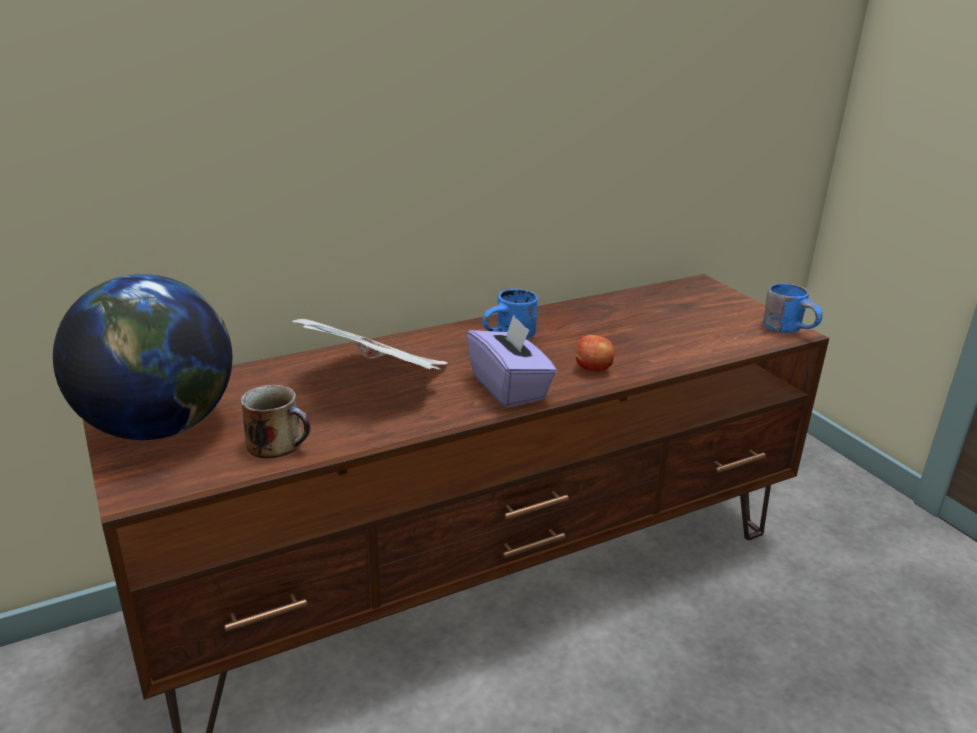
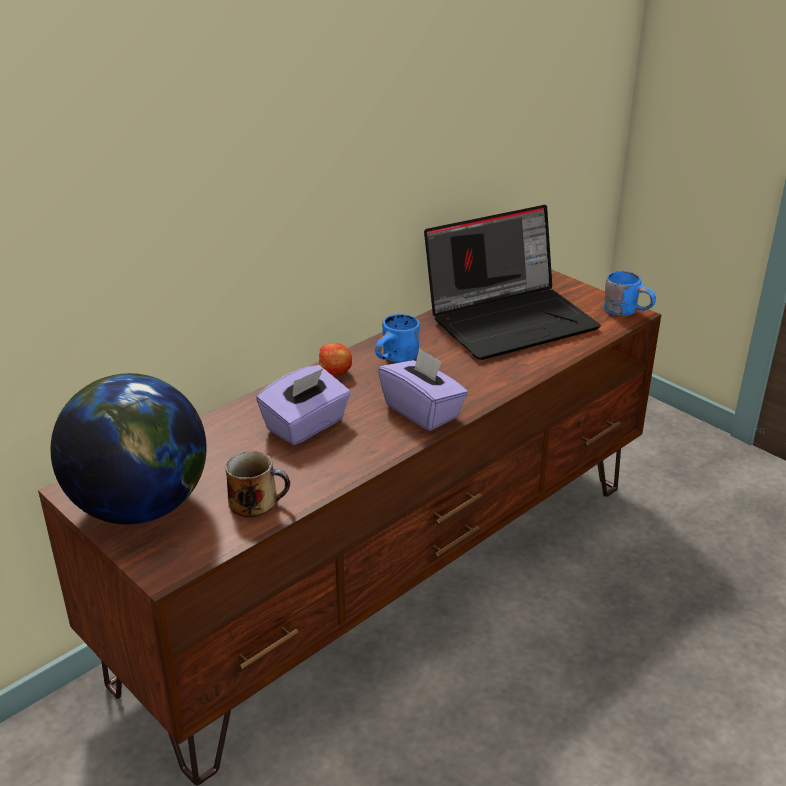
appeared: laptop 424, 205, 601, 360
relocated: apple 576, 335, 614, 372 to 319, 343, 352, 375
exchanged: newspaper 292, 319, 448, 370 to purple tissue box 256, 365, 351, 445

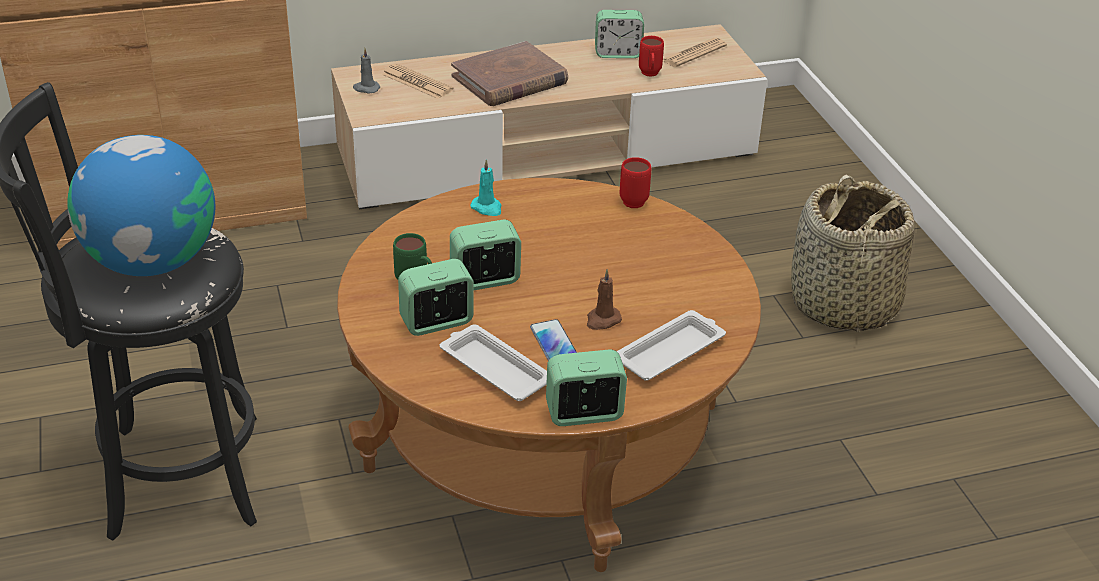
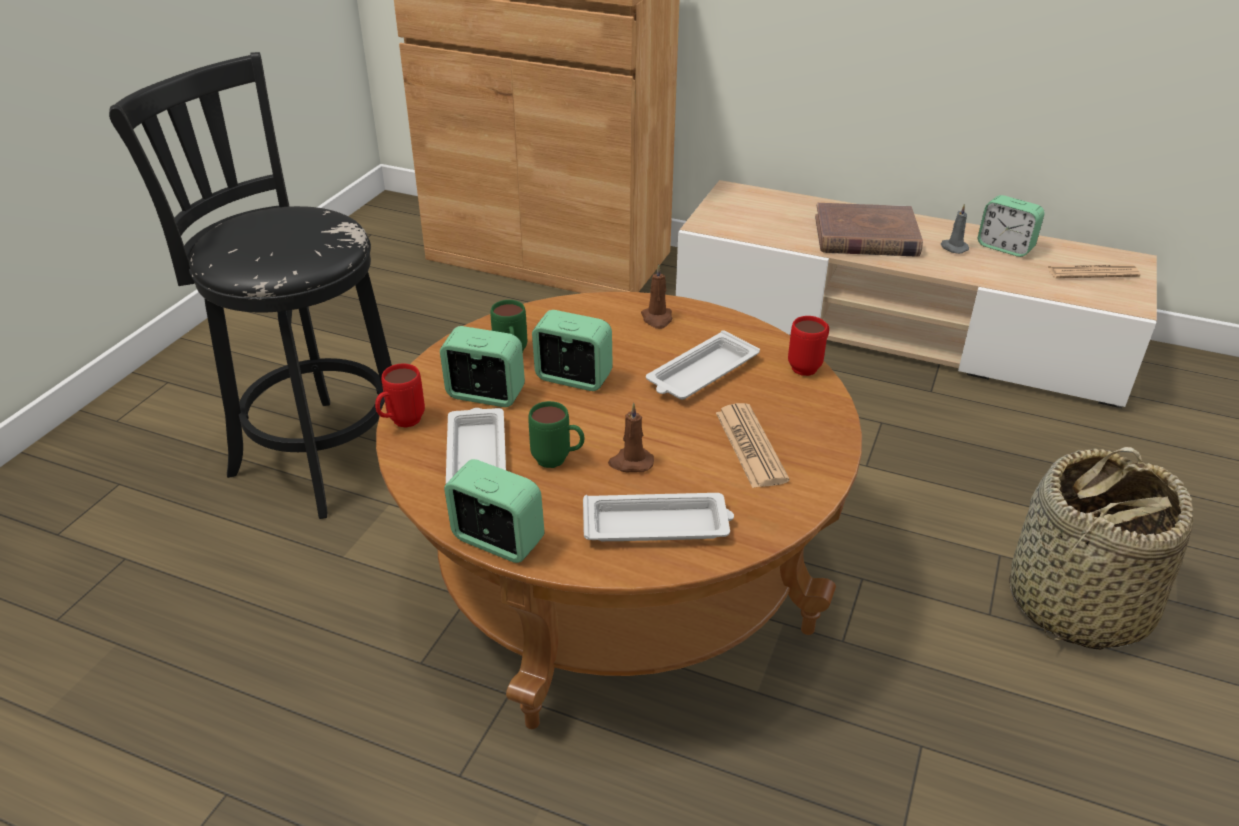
missing: globe 67, 135, 215, 276
appeared: white tray 646, 330, 760, 400
relocated: red mug 639, 36, 664, 77 to 375, 364, 425, 428; newspaper 382, 64, 453, 99 to 716, 403, 789, 488; grey candle 353, 48, 380, 94 to 941, 204, 969, 254
exchanged: phone 530, 319, 577, 361 to green mug 528, 401, 584, 468
colour: turquoise candle 470, 159, 501, 216 to brown candle 641, 264, 672, 329

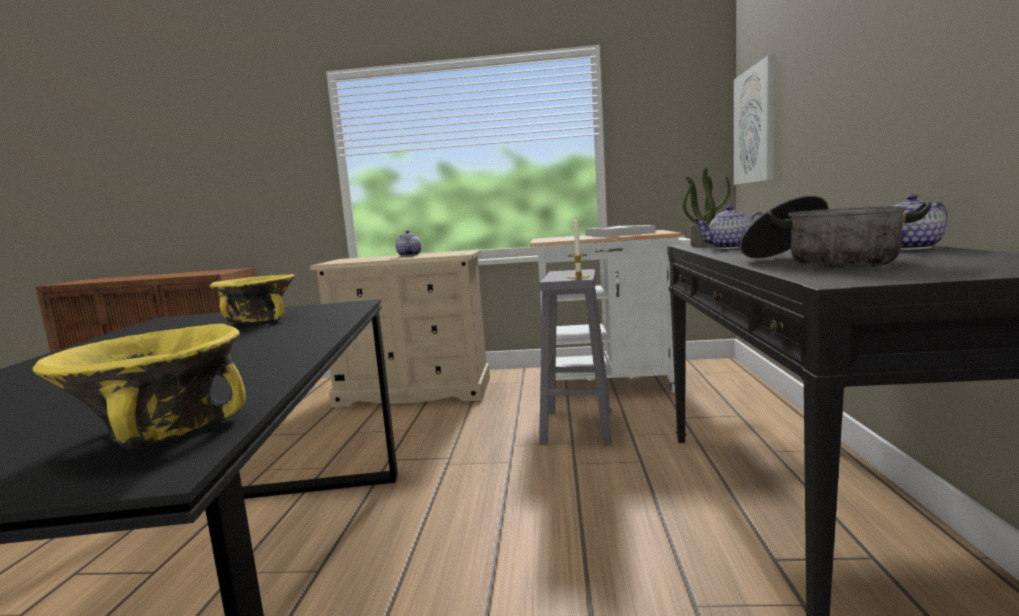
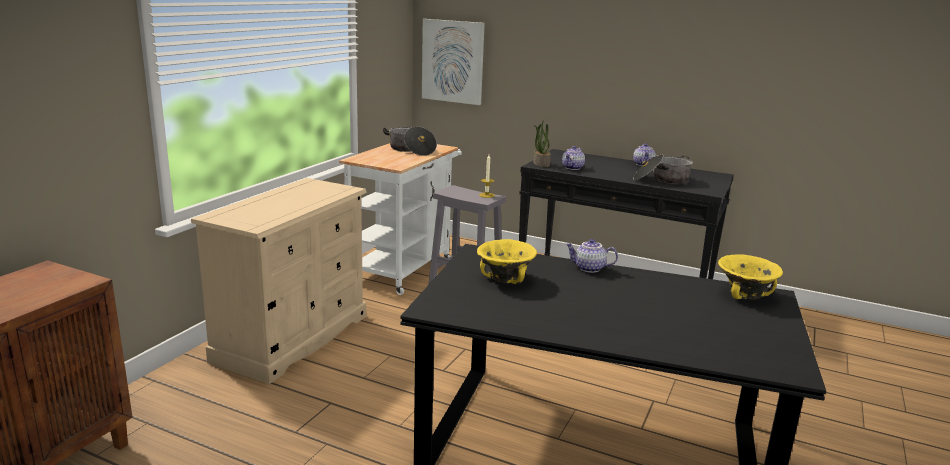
relocated: teapot 396, 230, 422, 256 to 566, 239, 618, 273
exchanged: white tray 586, 225, 655, 237 to cooking pot 383, 126, 437, 156

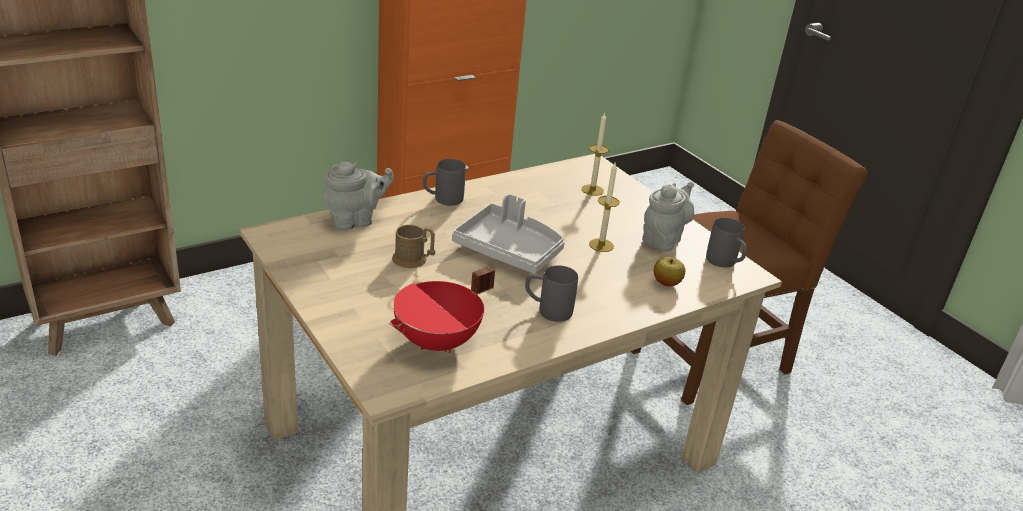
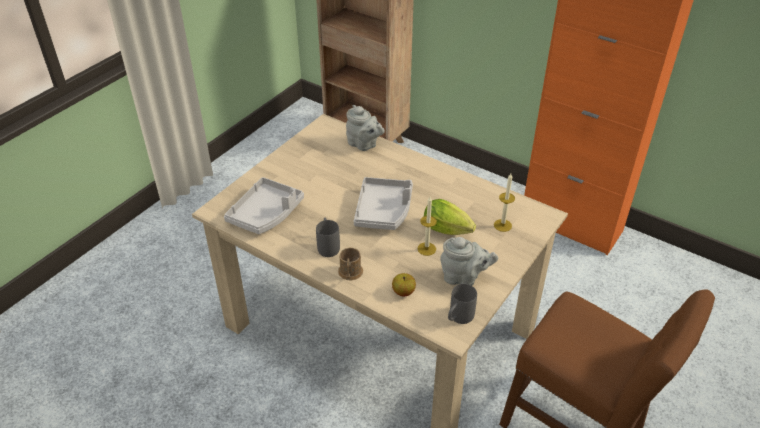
missing: grey mug 423, 159, 466, 206
appeared: lettuce 424, 199, 476, 235
relocated: brown mug 392, 225, 435, 268 to 338, 248, 363, 280
exchanged: red cooking pot 389, 266, 495, 354 to grey tray 224, 177, 304, 234

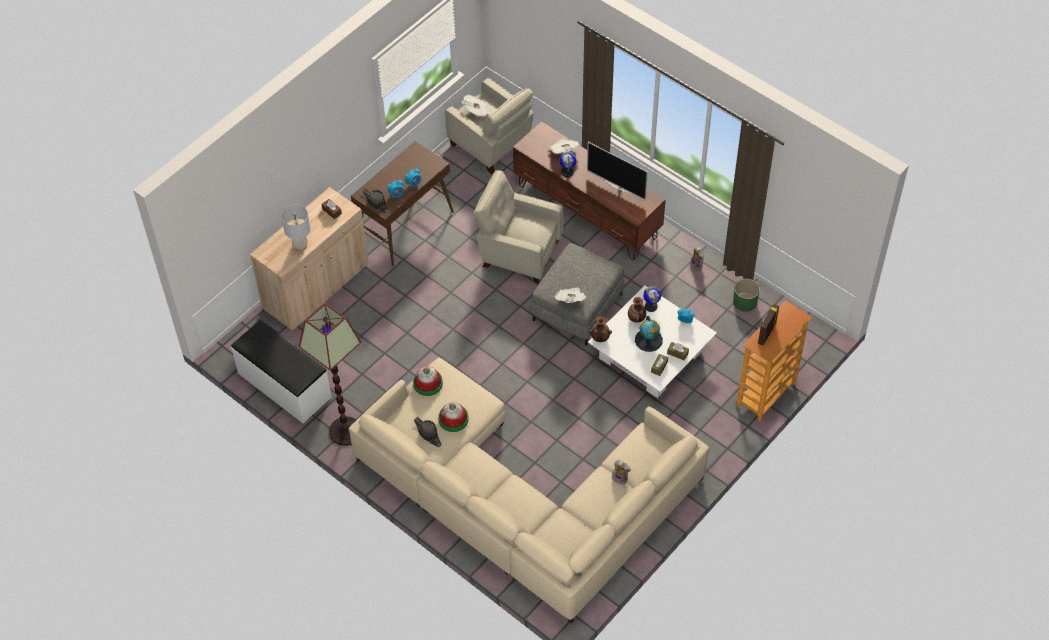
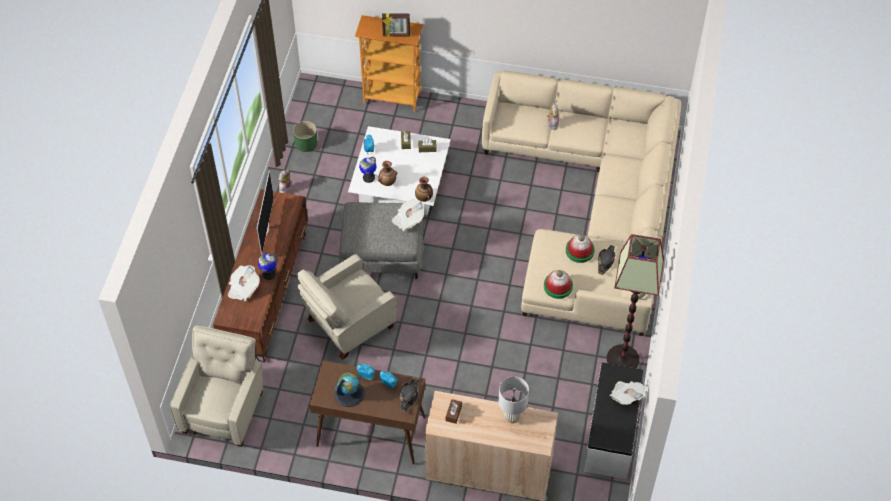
relocated: globe 635, 316, 663, 352 to 335, 373, 365, 407; newspaper 462, 95, 493, 117 to 609, 381, 646, 405
spun: beige armchair 474, 170, 563, 283 = 296, 254, 397, 360 60 degrees clockwise

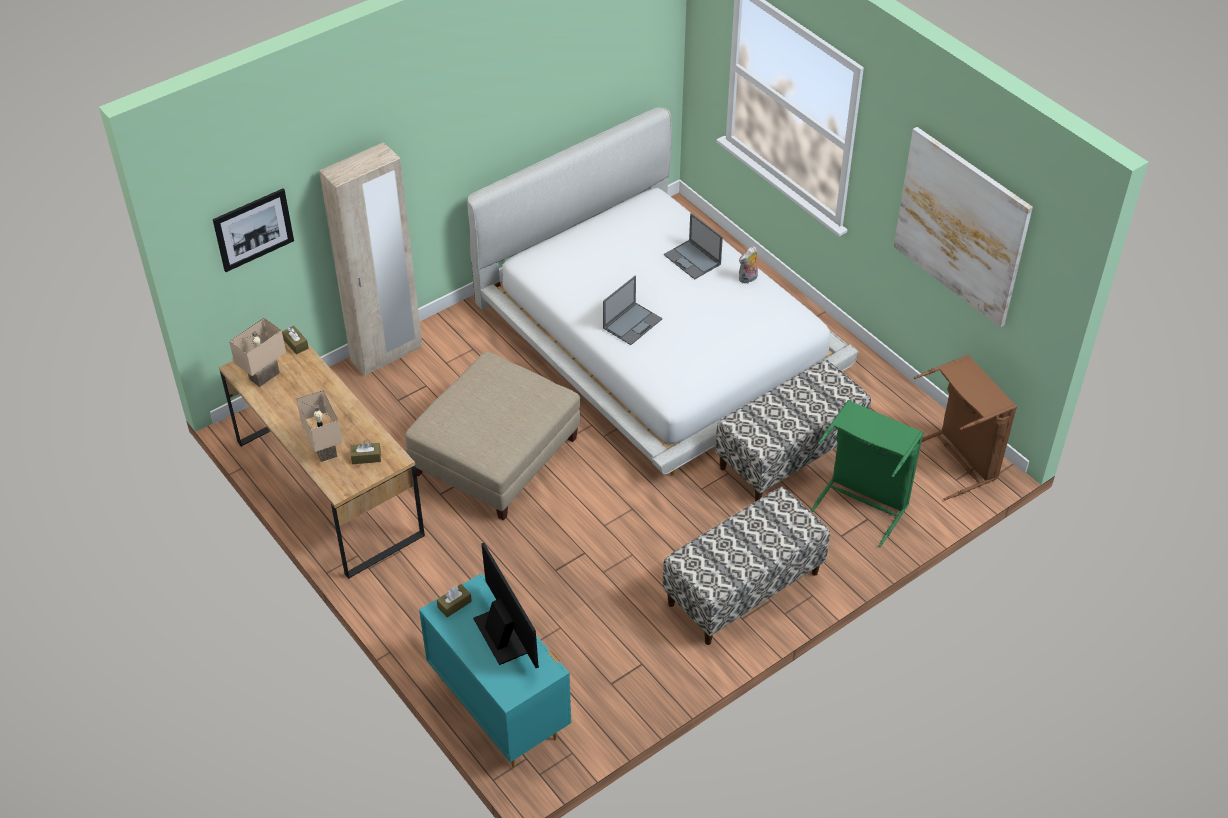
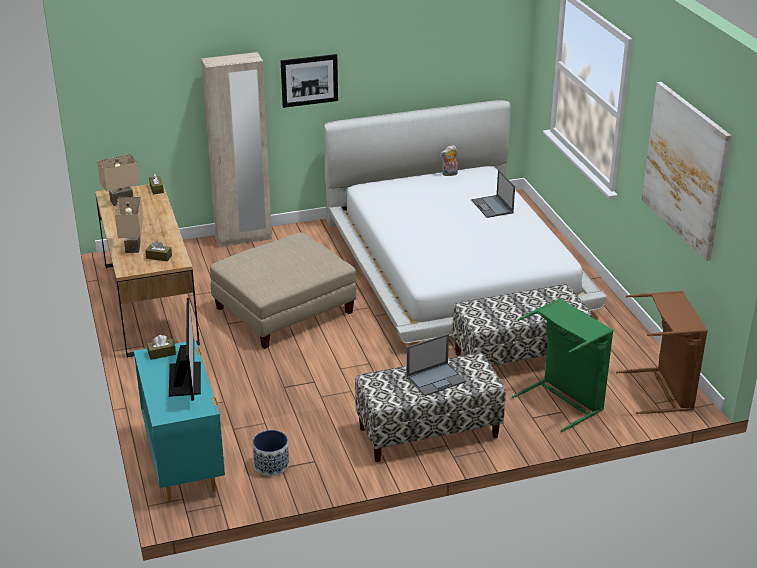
appeared: planter 253, 430, 289, 476
relocated: picture 213, 189, 294, 272 to 281, 54, 338, 108; laptop 603, 276, 662, 345 to 406, 334, 466, 396; plush toy 739, 246, 758, 284 to 440, 145, 458, 176

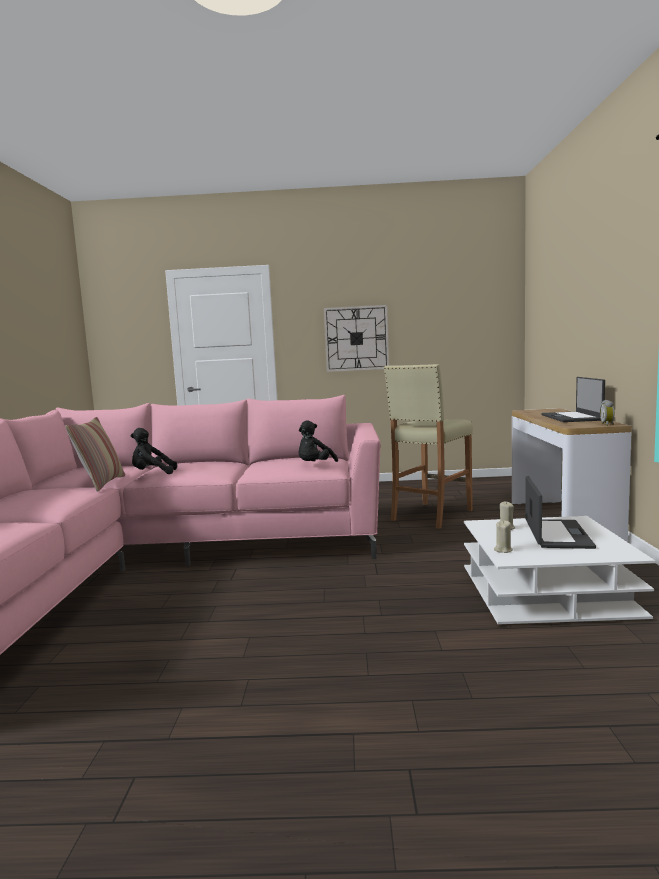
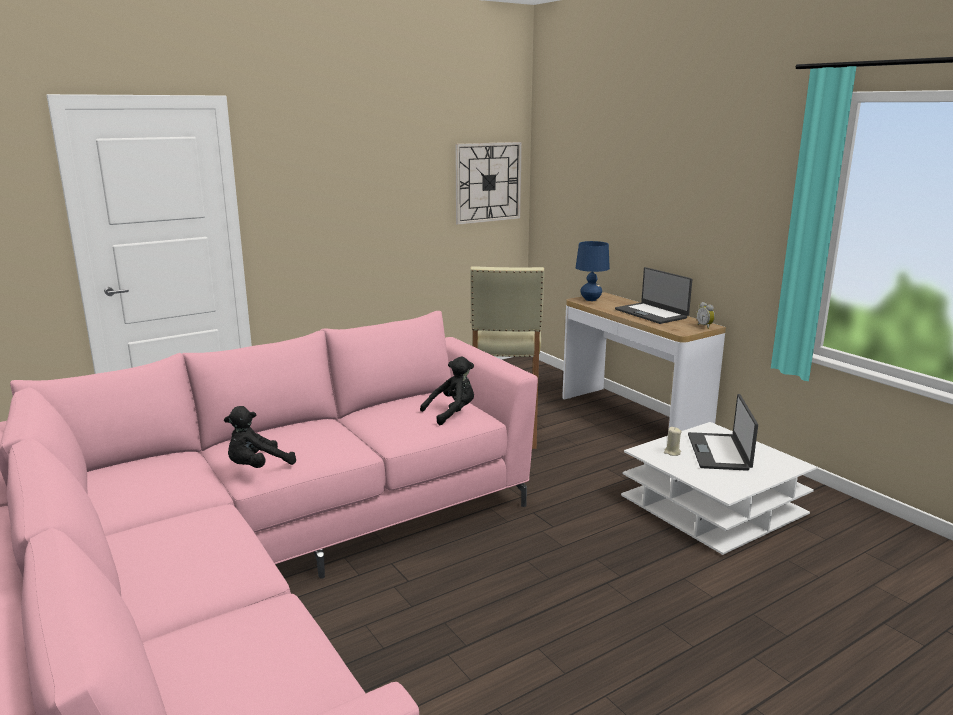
missing: pillow 65, 417, 125, 492; beige candle 494, 520, 513, 553
appeared: blue table lamp 576, 241, 610, 301
relocated: wall clock 324, 305, 389, 372 to 455, 142, 522, 225
spun: black plush toy 299, 420, 338, 462 = 420, 357, 474, 425 120 degrees counterclockwise; laptop 525, 476, 596, 549 = 688, 394, 758, 471 150 degrees counterclockwise

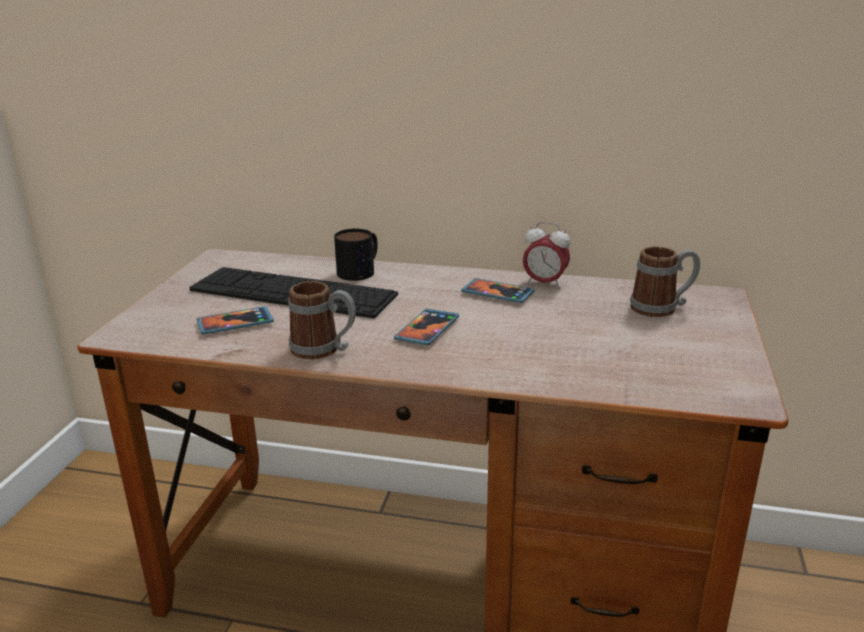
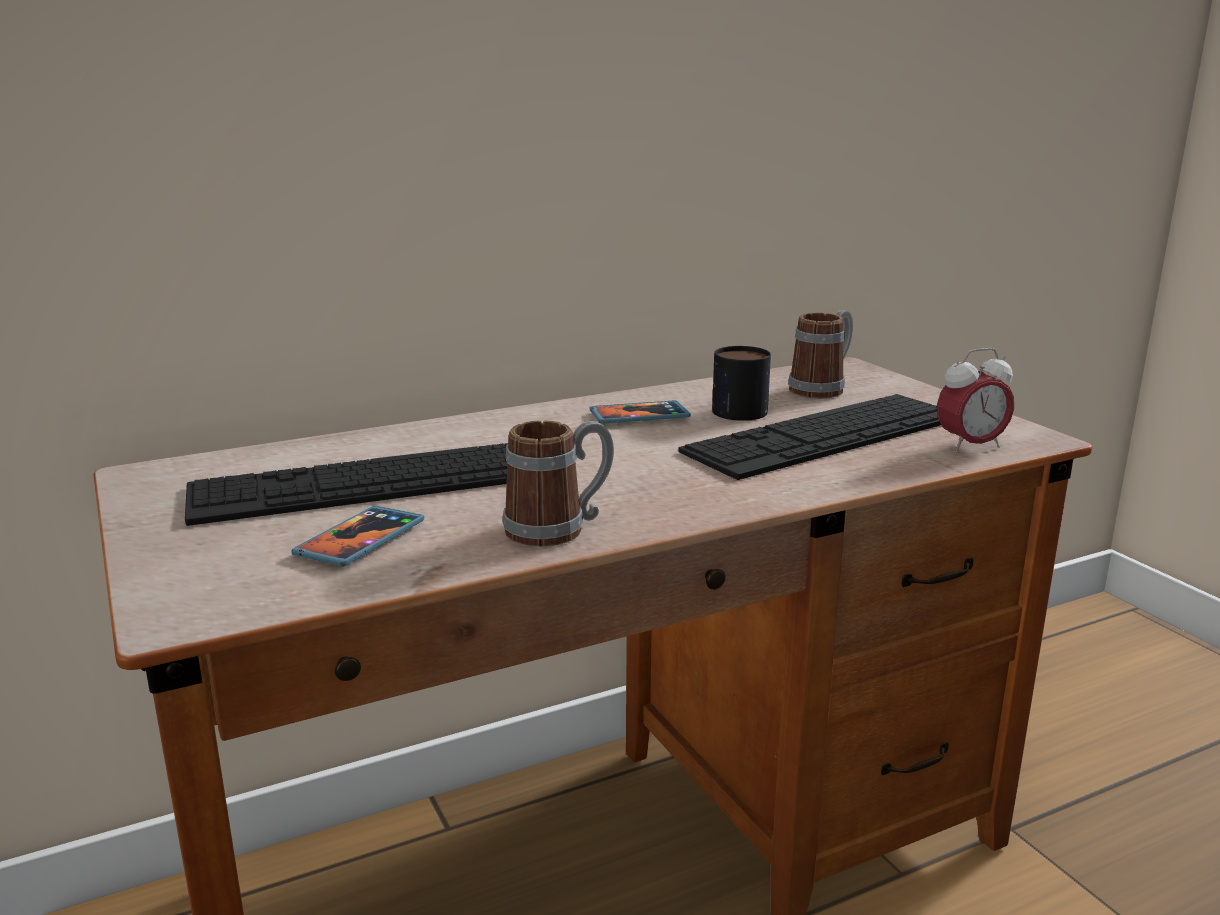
missing: phone 394, 309, 459, 345
appeared: keyboard 678, 394, 941, 480
relocated: mug 334, 228, 378, 281 to 712, 346, 771, 421; alarm clock 523, 222, 570, 289 to 937, 348, 1014, 453

